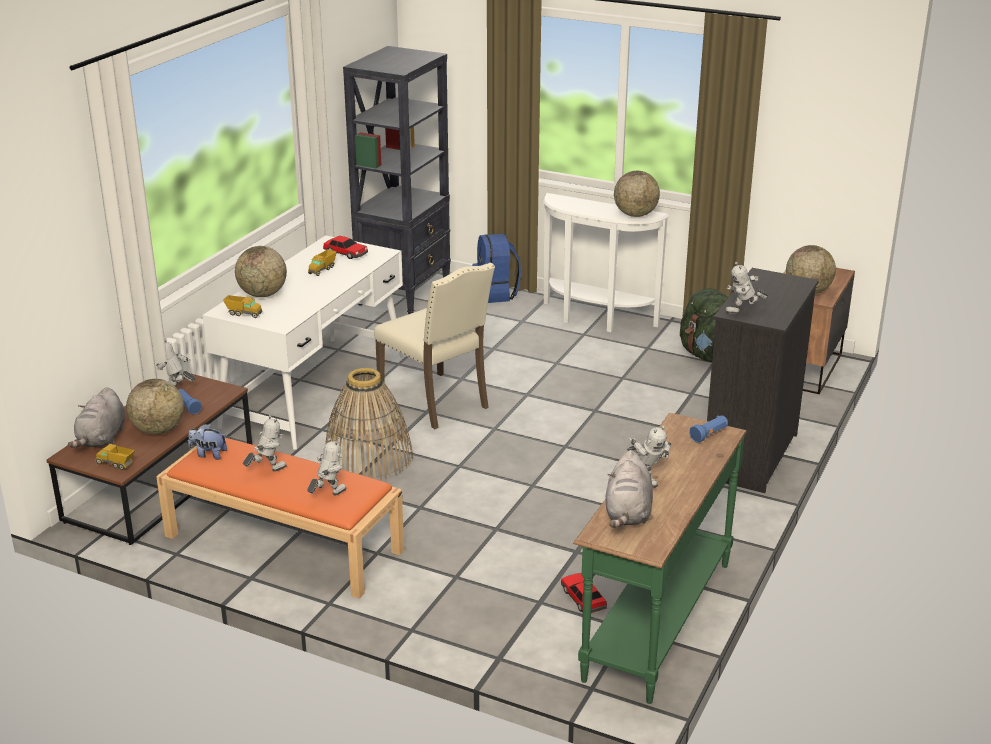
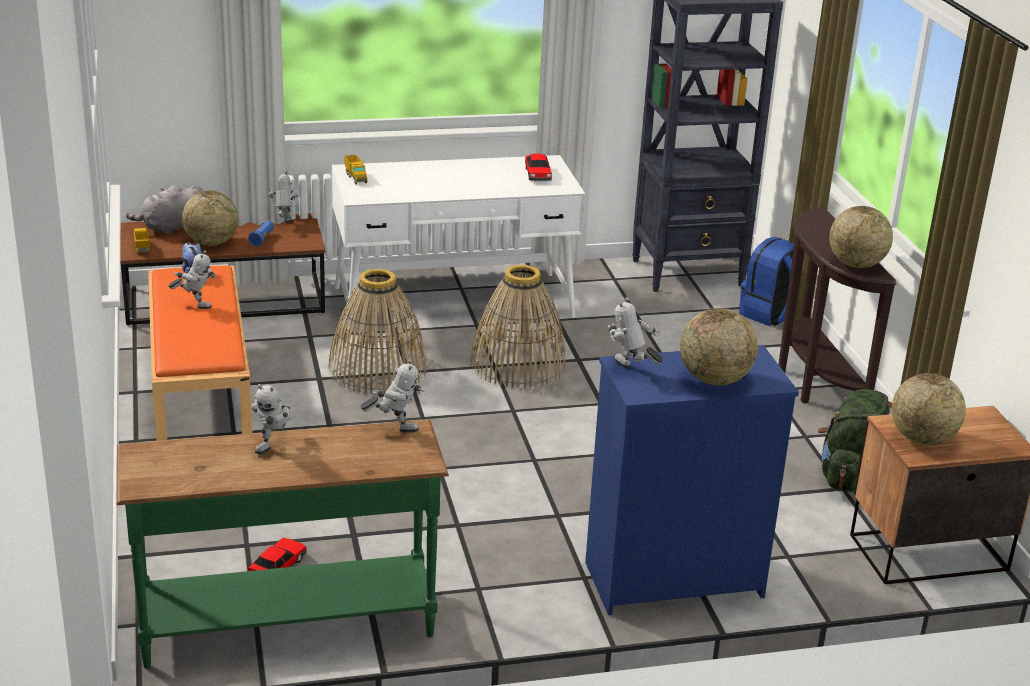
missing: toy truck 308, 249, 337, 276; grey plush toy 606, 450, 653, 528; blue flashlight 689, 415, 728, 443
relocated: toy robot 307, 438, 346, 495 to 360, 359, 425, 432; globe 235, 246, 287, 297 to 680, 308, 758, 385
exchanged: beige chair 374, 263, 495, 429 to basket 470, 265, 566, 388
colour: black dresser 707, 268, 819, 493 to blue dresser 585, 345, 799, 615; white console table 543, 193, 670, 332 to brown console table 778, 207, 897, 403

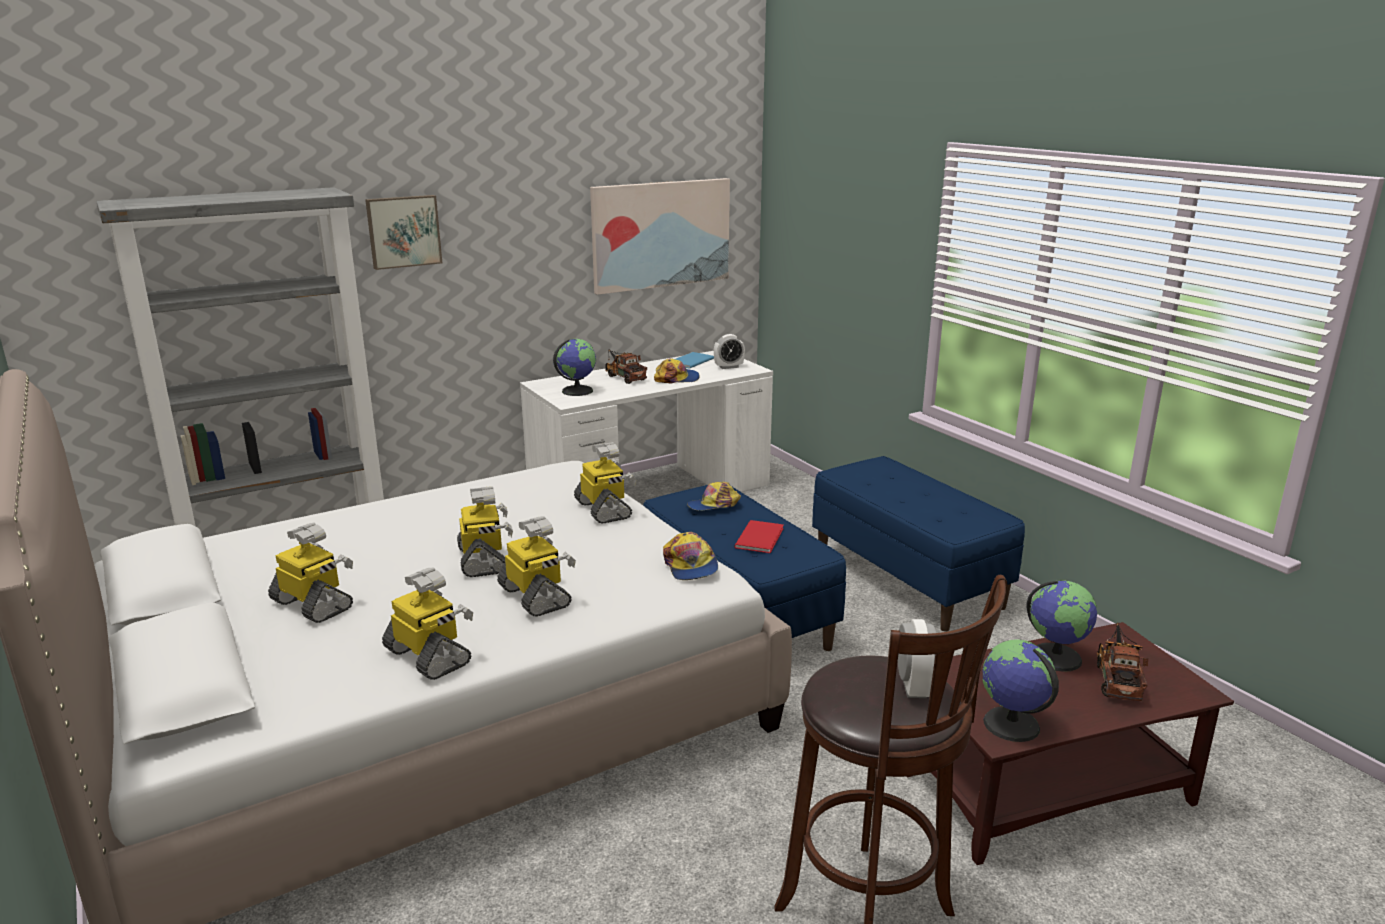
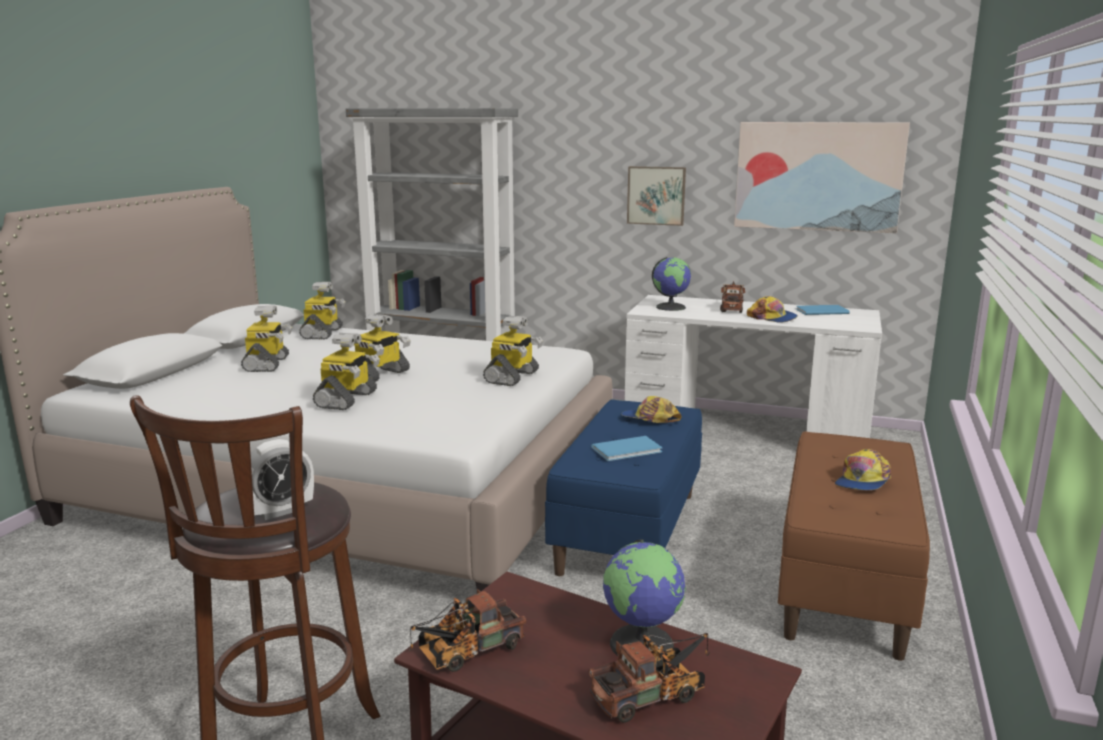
missing: alarm clock 714, 334, 745, 369
relocated: toy robot 382, 568, 473, 680 to 299, 282, 346, 340; picture 365, 195, 442, 270 to 627, 166, 686, 226; cap 663, 532, 718, 580 to 835, 449, 892, 490
exchanged: globe 982, 639, 1059, 742 to toy truck 408, 589, 526, 672
colour: red book 734, 520, 784, 553 to blue book 591, 436, 663, 461; blue bench 812, 456, 1025, 632 to brown bench 778, 431, 930, 661

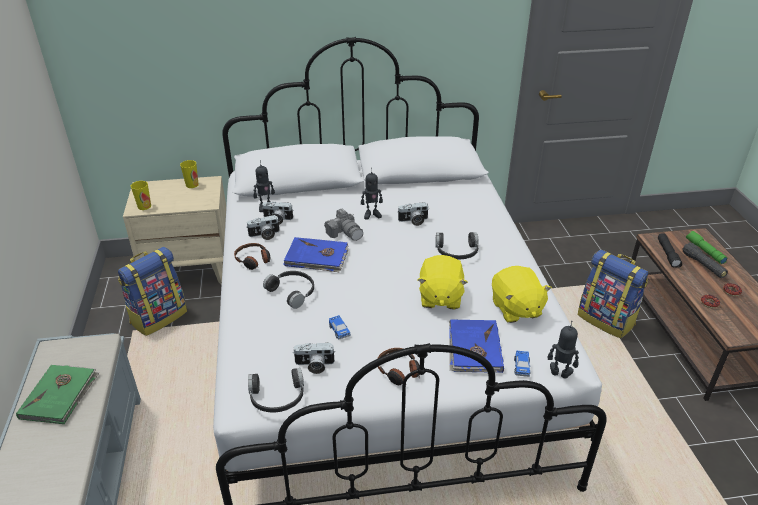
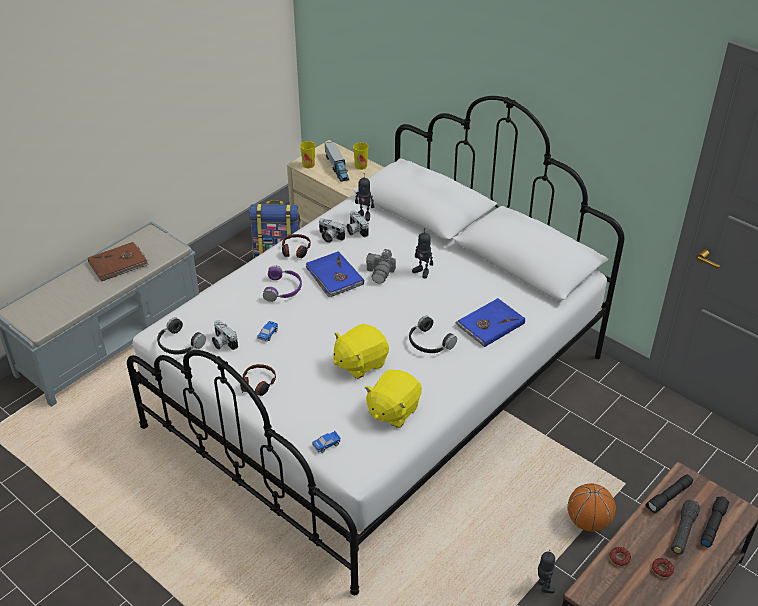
missing: photo camera 397, 202, 429, 226
appeared: toy truck 325, 141, 349, 182
relocated: blue book 449, 320, 504, 373 to 455, 298, 525, 347; toy robot 548, 321, 579, 379 to 538, 550, 555, 594
exchanged: backpack 578, 249, 648, 339 to basketball 567, 483, 616, 532
colour: green book 16, 365, 99, 424 to brown book 88, 242, 149, 282; black headphones 263, 271, 314, 309 to purple headphones 263, 265, 302, 302; green flashlight 686, 231, 727, 264 to black flashlight 701, 496, 729, 548

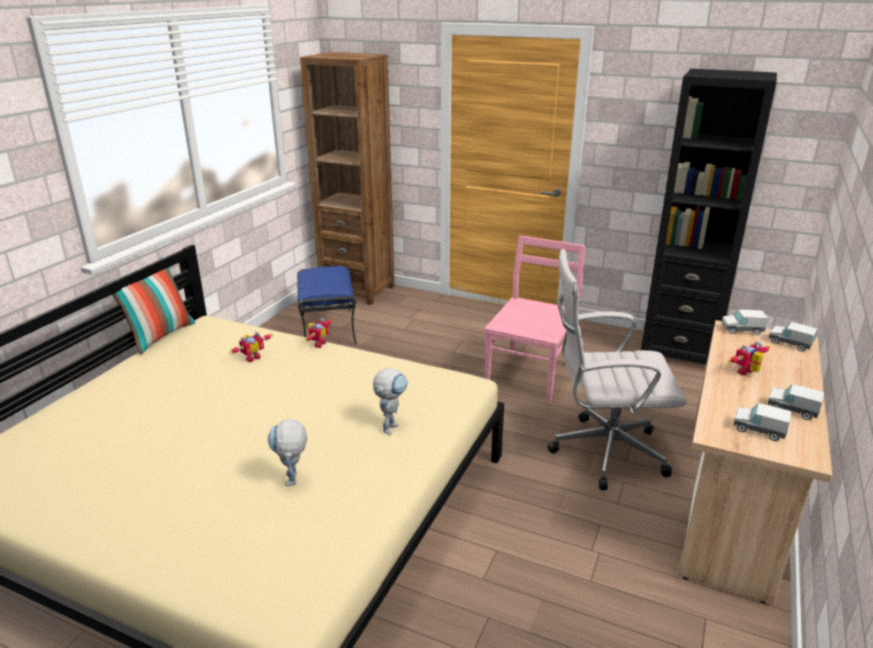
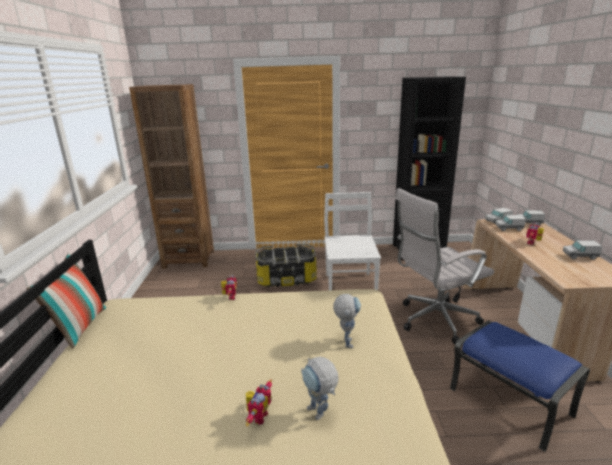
appeared: storage box 255, 244, 317, 287
relocated: toy robot 229, 332, 273, 362 to 246, 379, 272, 426; blue ottoman 297, 266, 357, 345 to 450, 320, 590, 452; toy truck 734, 403, 791, 441 to 495, 215, 526, 231
colour: pink chair 484, 236, 585, 402 to white chair 324, 192, 381, 290

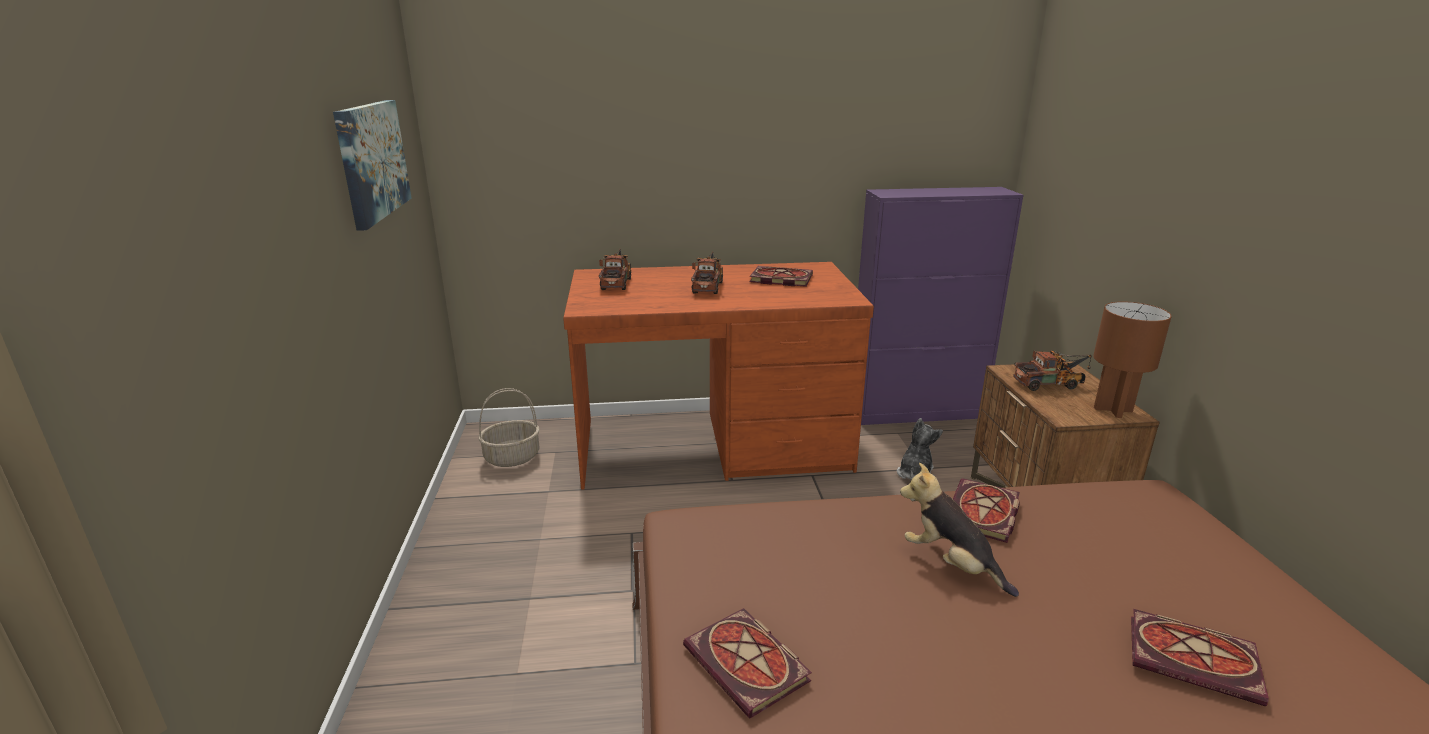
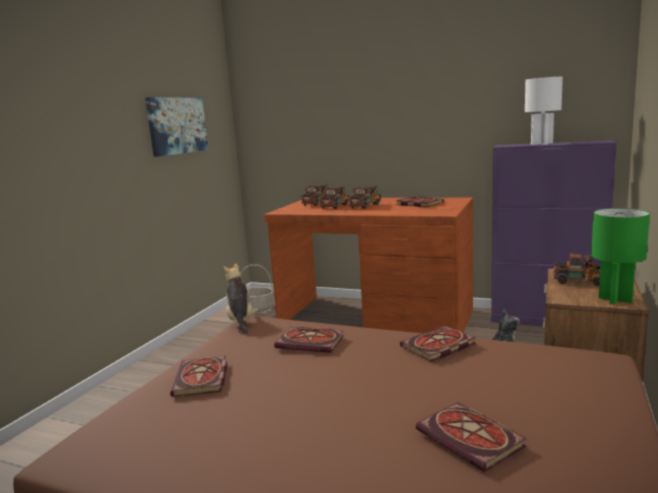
appeared: book 274, 327, 344, 353; toy truck 319, 186, 349, 209; white table lamp 525, 77, 563, 145
relocated: plush toy 900, 463, 1019, 597 to 224, 263, 258, 335
colour: brown table lamp 1093, 301, 1172, 418 to green table lamp 591, 208, 650, 305

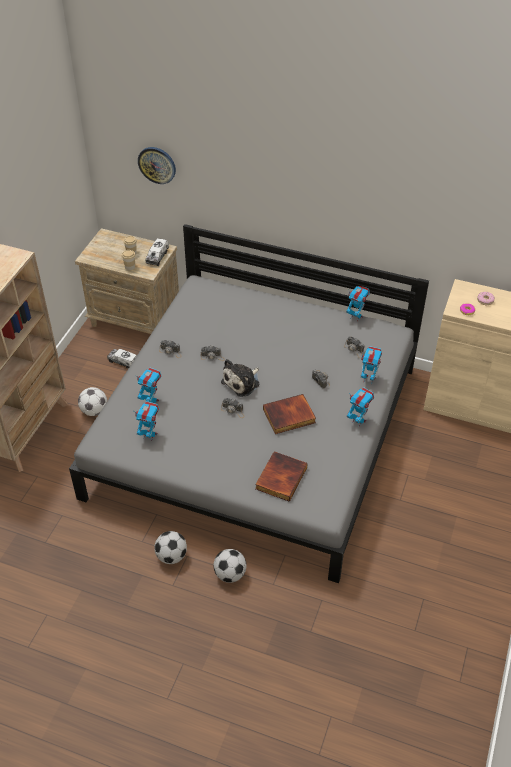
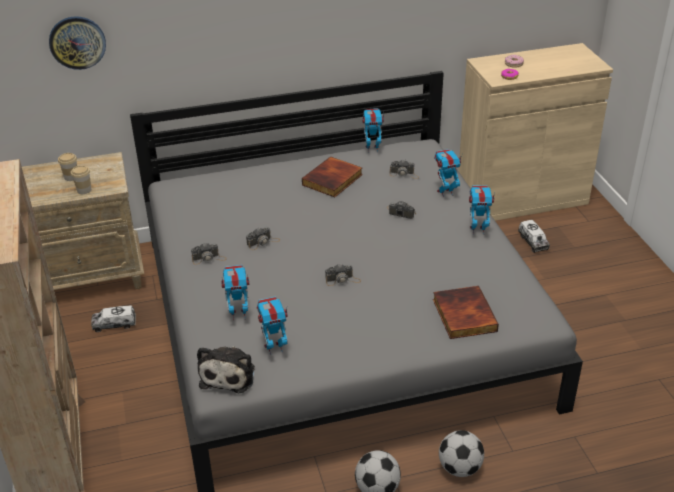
missing: football 78, 387, 107, 416
relocated: plush toy 221, 359, 259, 397 to 197, 346, 255, 394; book 263, 394, 316, 434 to 302, 156, 363, 197; toy truck 145, 238, 169, 266 to 518, 220, 550, 253

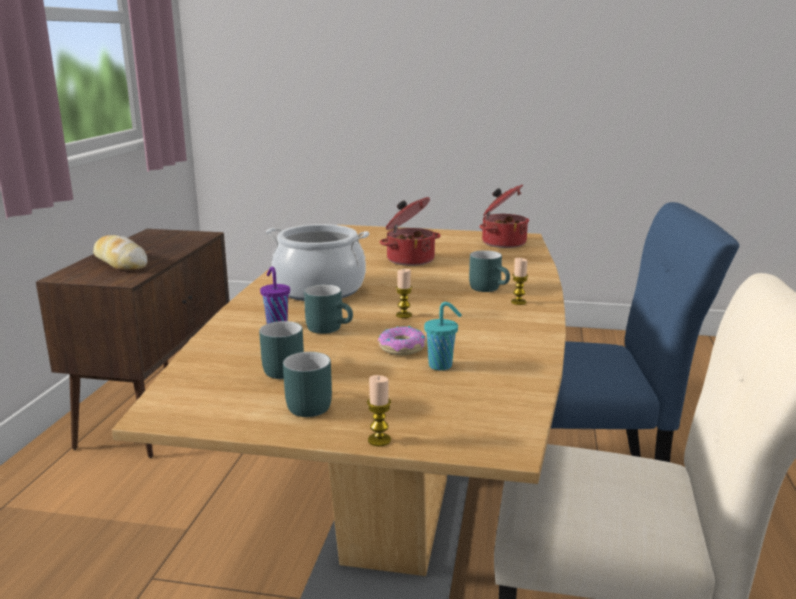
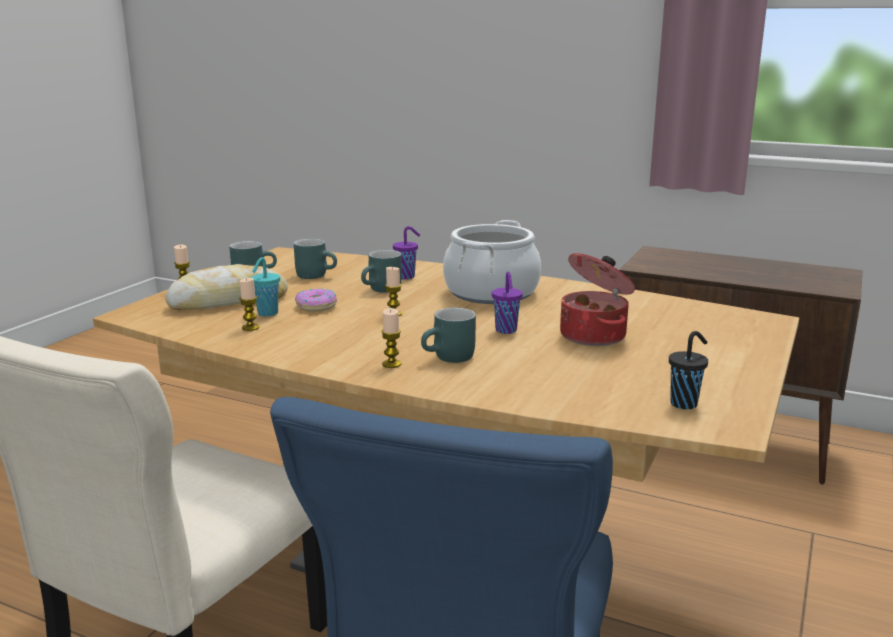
appeared: candle 239, 278, 259, 331; purple cup 492, 271, 523, 334
relocated: bread 93, 235, 148, 270 to 165, 264, 288, 310
exchanged: cooking pot 479, 185, 529, 248 to black cup 669, 331, 708, 409

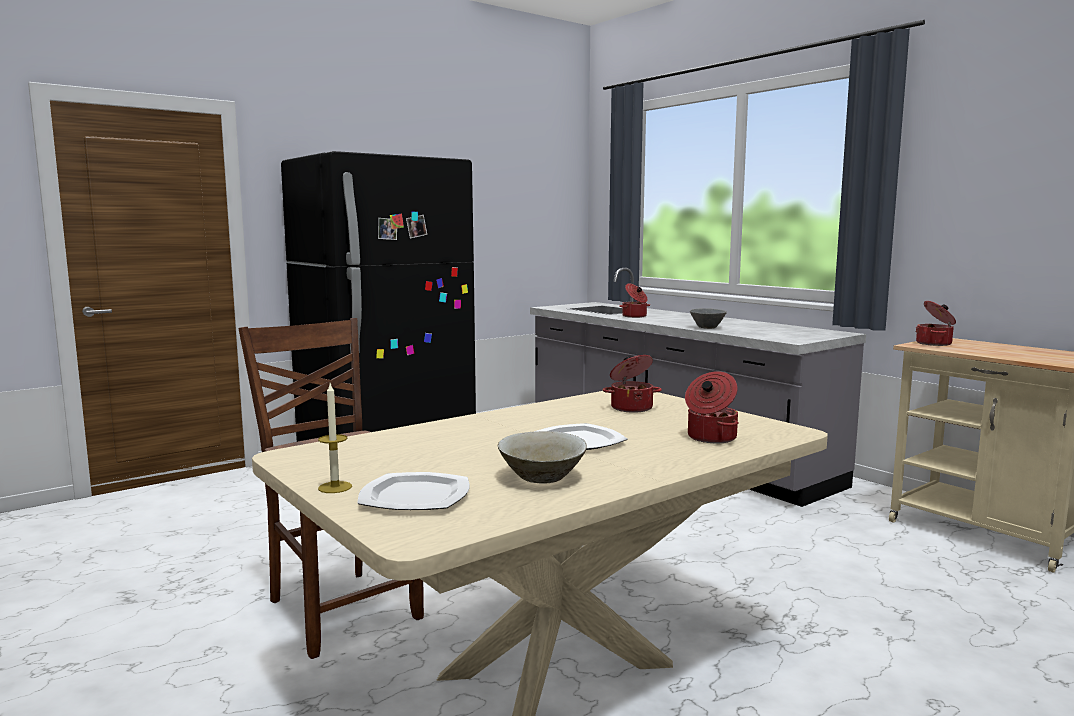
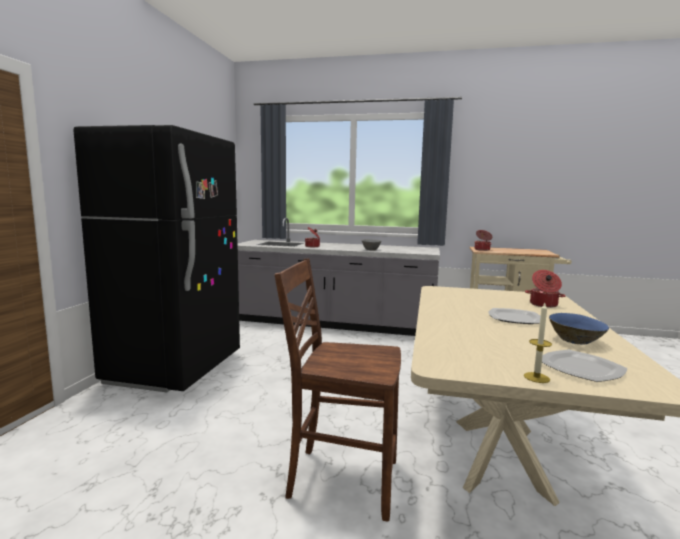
missing: cooking pot 602, 355, 662, 413
colour: beige bowl 498, 431, 587, 484 to blue bowl 549, 313, 609, 345

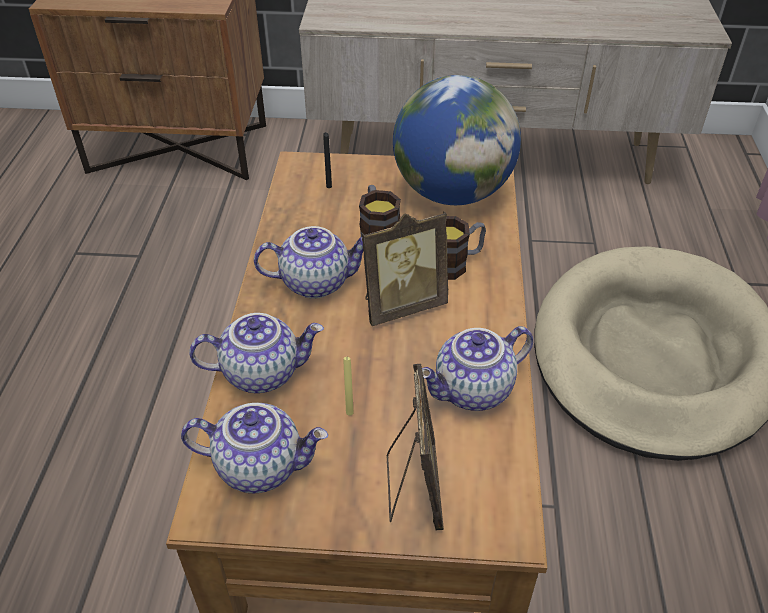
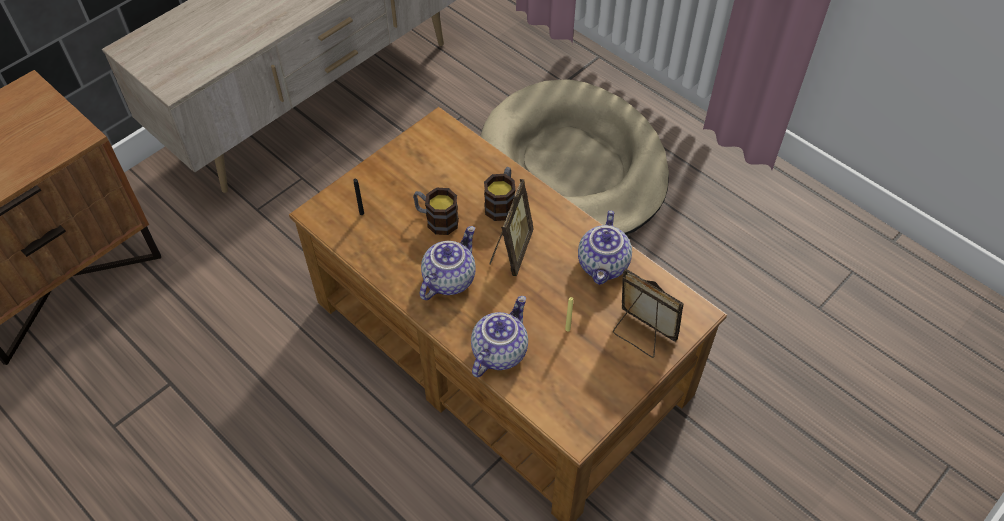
missing: teapot 181, 403, 328, 493; globe 393, 75, 521, 205

